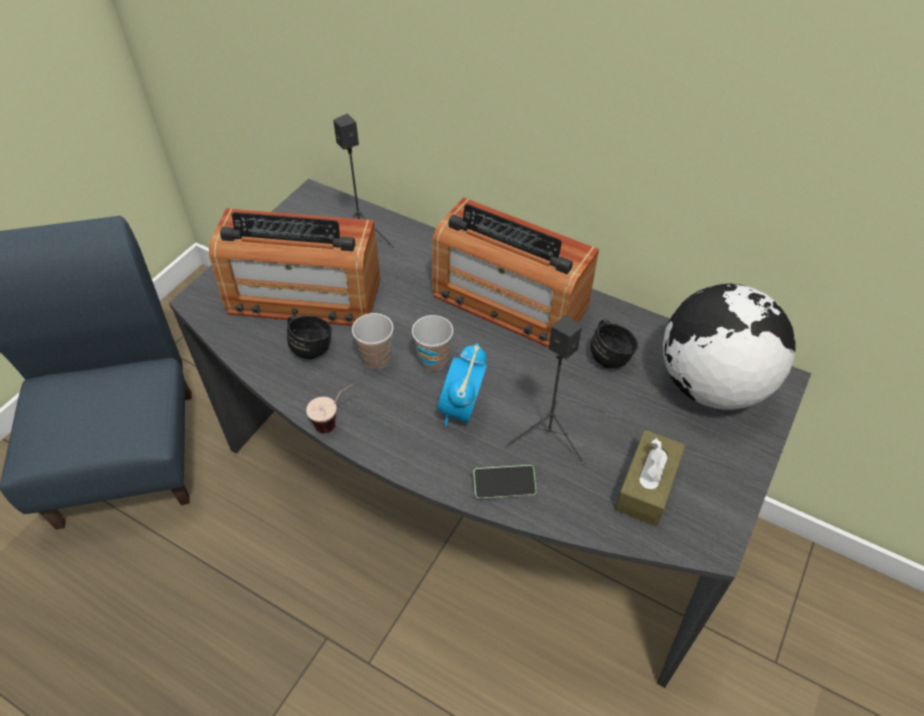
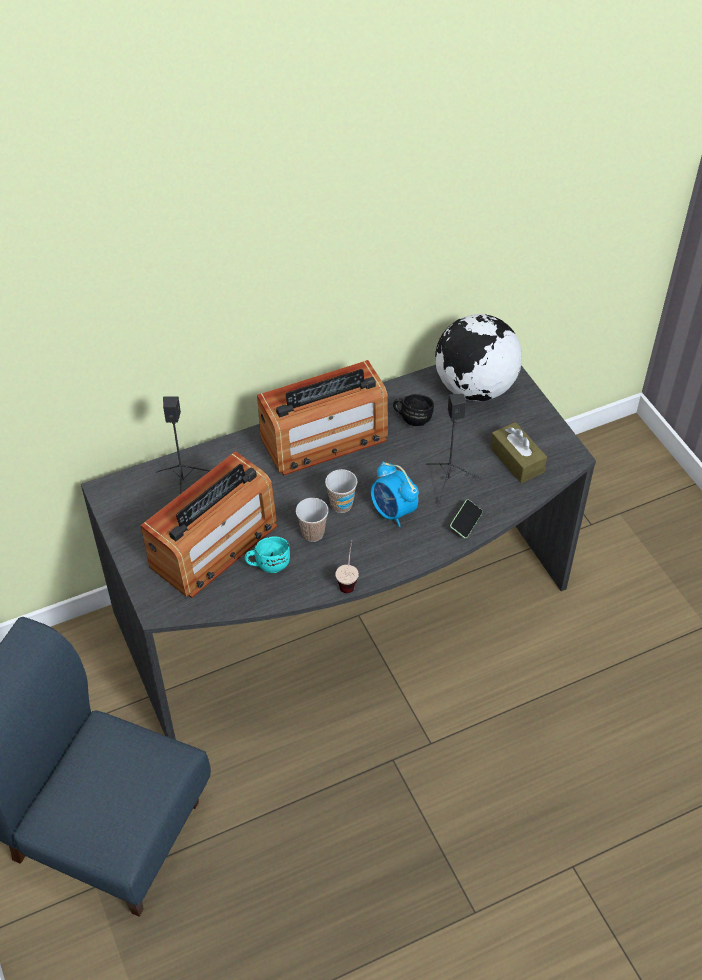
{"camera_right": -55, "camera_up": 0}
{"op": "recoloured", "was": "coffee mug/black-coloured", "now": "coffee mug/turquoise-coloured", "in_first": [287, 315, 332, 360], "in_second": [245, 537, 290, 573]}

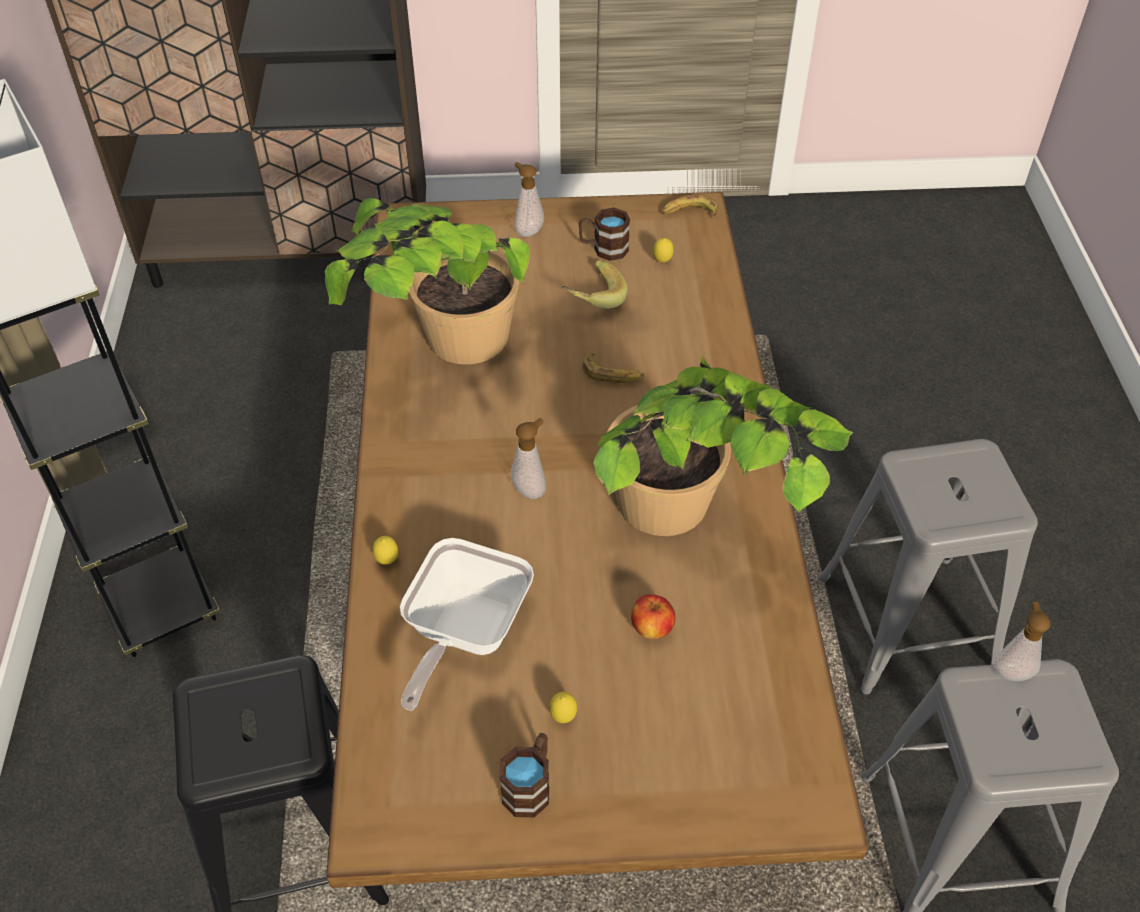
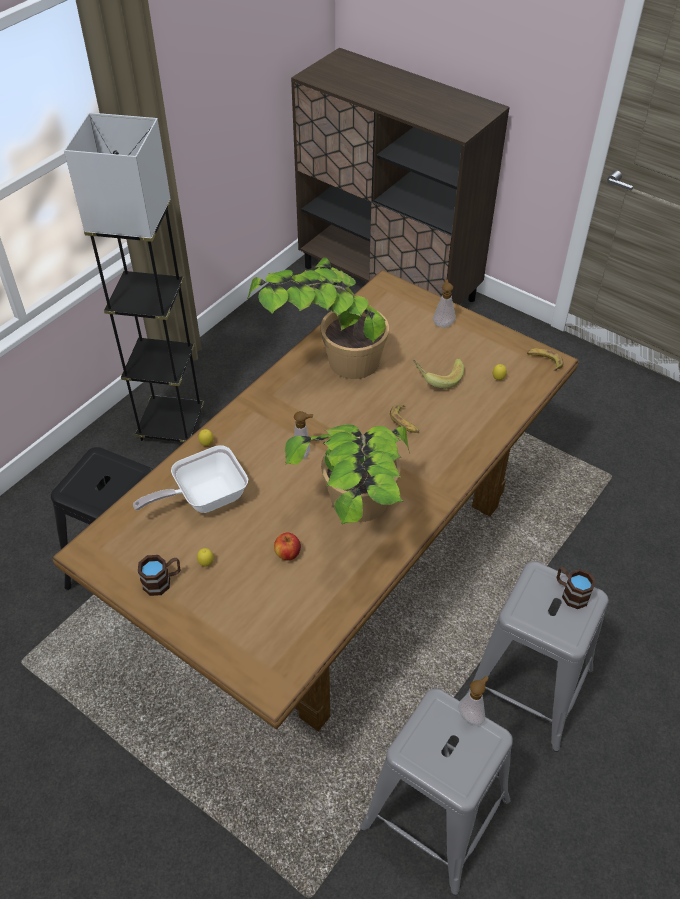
{"camera_right": 40, "camera_up": 0}
{"op": "moved", "was": "coffee mug/brown", "in_first": [579, 208, 630, 261], "in_second": [557, 567, 596, 609]}

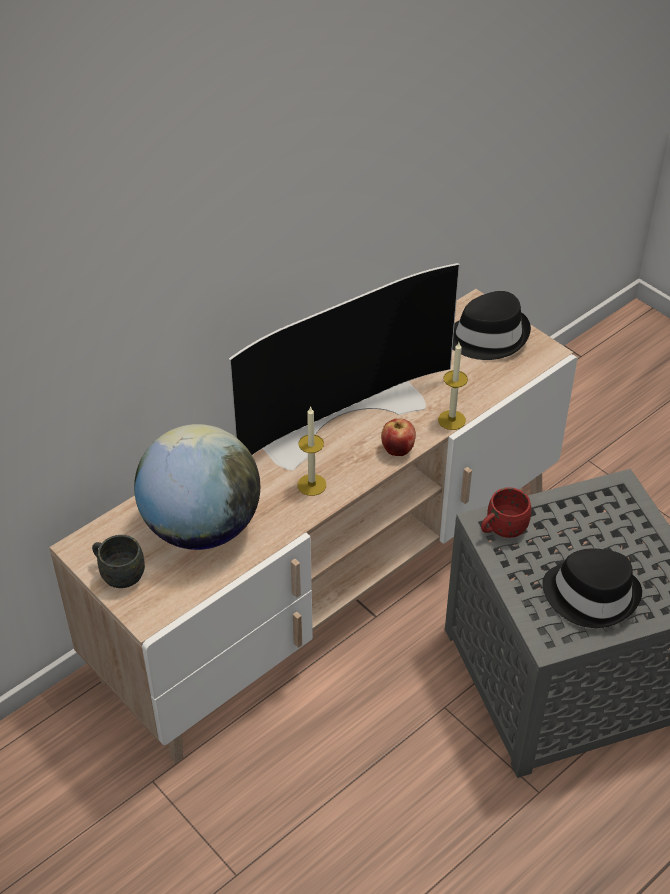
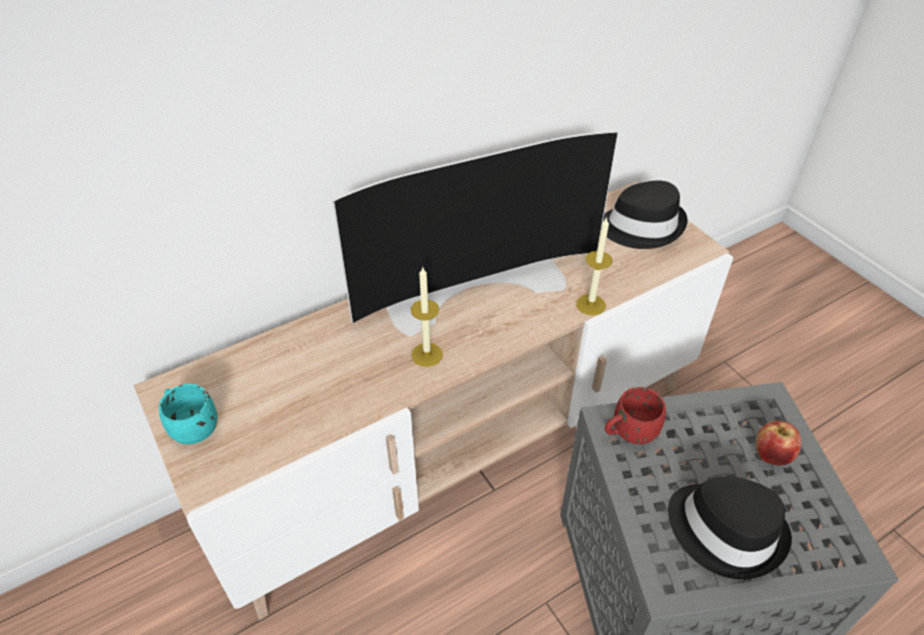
{"camera_right": 10, "camera_up": 0}
{"op": "removed", "was": "world globe", "in_first": [134, 424, 260, 550]}
{"op": "moved", "was": "whole apple", "in_first": [381, 419, 416, 456], "in_second": [756, 421, 801, 466]}
{"op": "recoloured", "was": "coffee mug/gray", "now": "coffee mug/turquoise-coloured", "in_first": [92, 535, 145, 588], "in_second": [159, 384, 218, 444]}

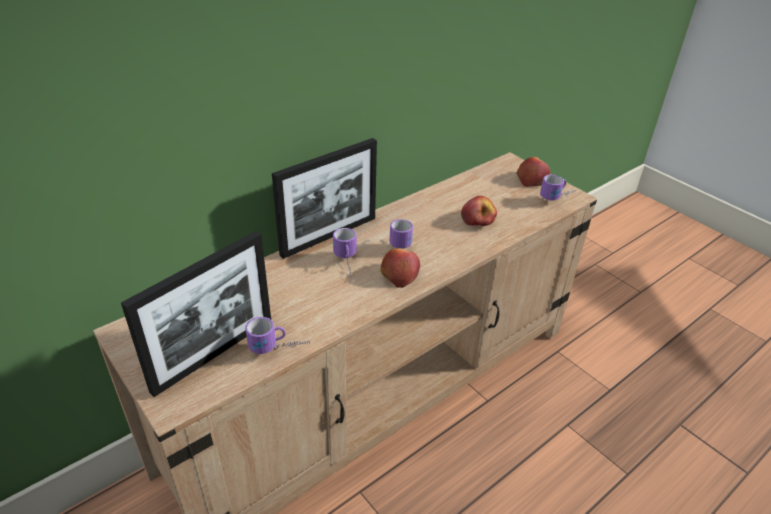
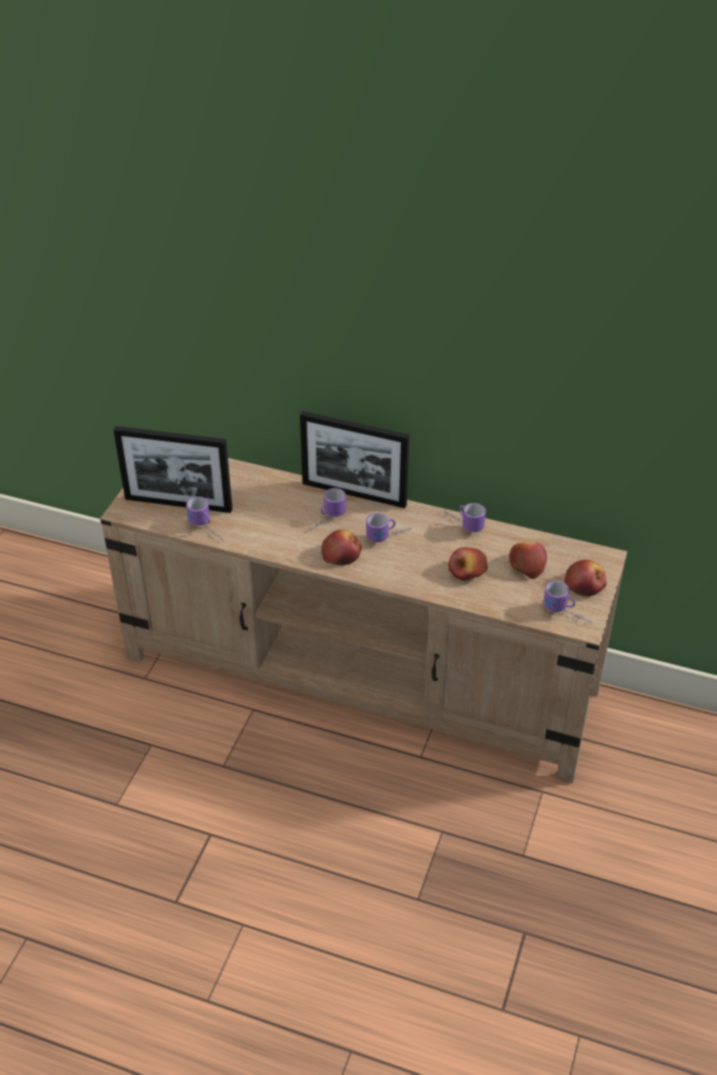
{"camera_right": 60, "camera_up": 5}
{"op": "added", "now": "coffee mug", "in_second": [444, 503, 486, 532]}
{"op": "added", "now": "whole apple", "in_second": [509, 542, 547, 579]}

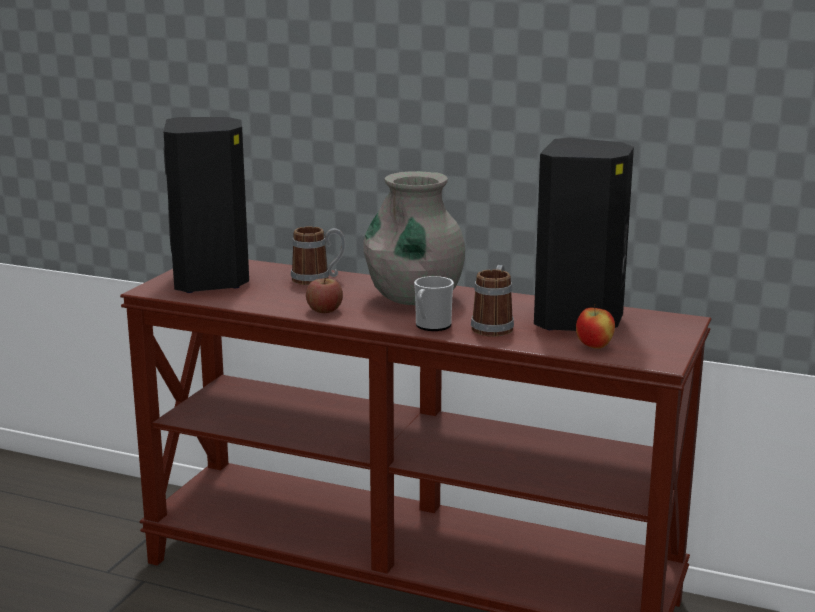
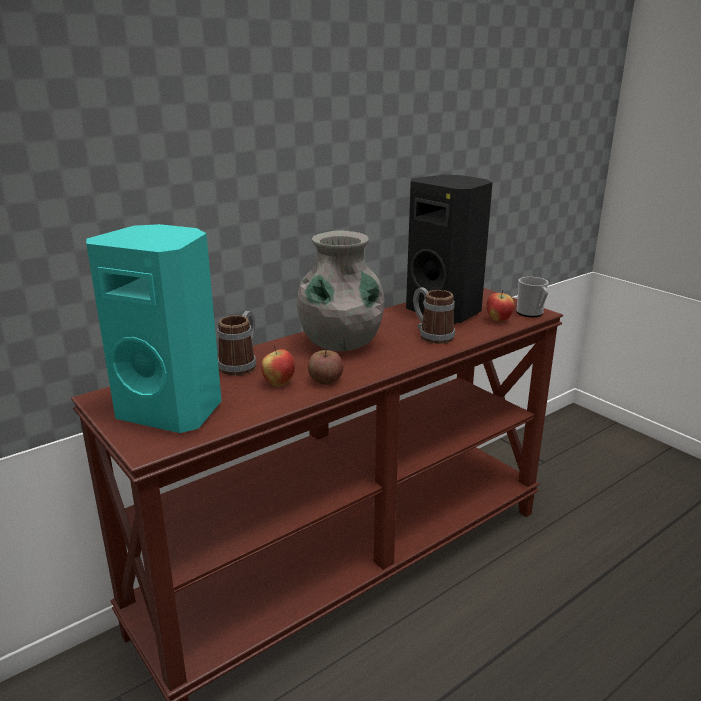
{"camera_right": -60, "camera_up": 5}
{"op": "added", "now": "whole apple", "in_second": [261, 346, 295, 386]}
{"op": "moved", "was": "coffee mug", "in_first": [414, 276, 454, 331], "in_second": [517, 277, 549, 317]}
{"op": "recoloured", "was": "speaker/black-coloured", "now": "speaker/turquoise-coloured", "in_first": [164, 117, 249, 293], "in_second": [86, 224, 222, 433]}

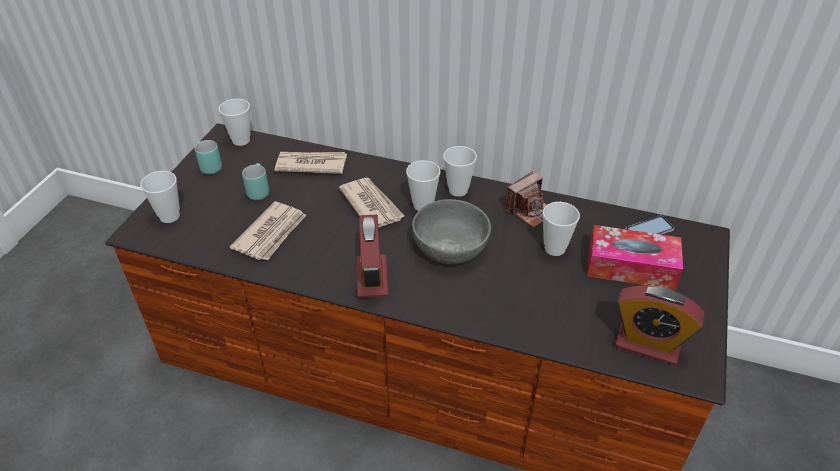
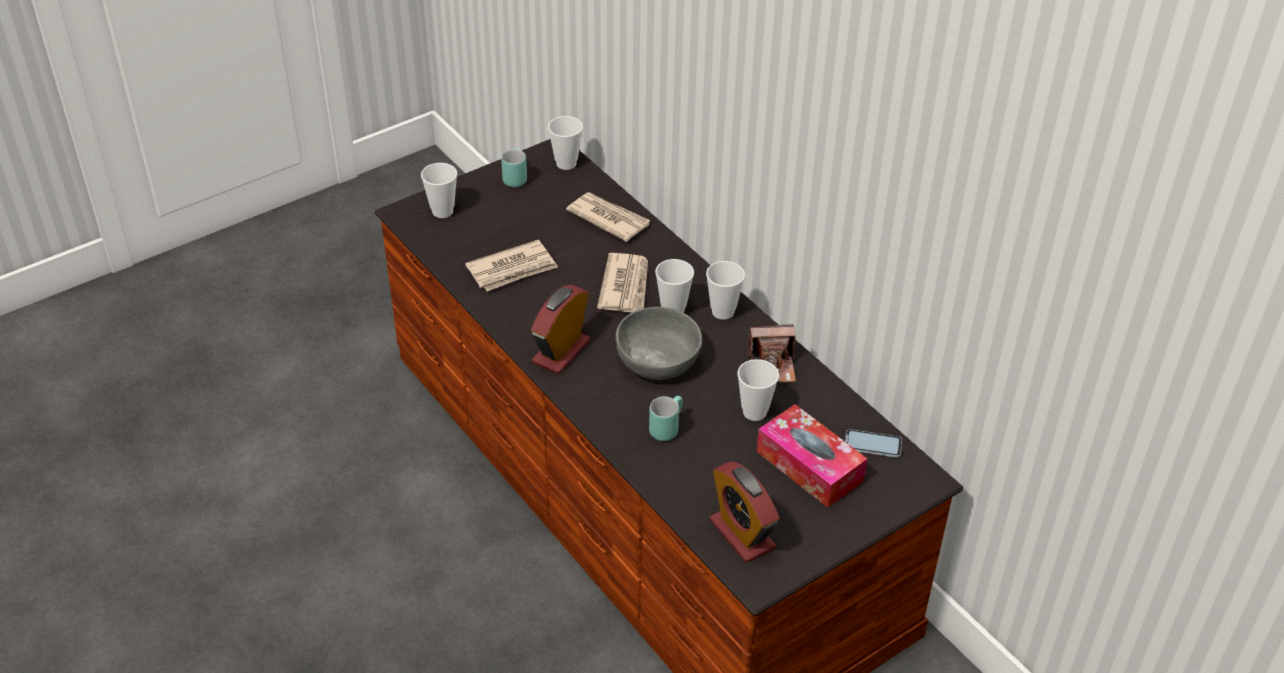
{"camera_right": 35, "camera_up": 0}
{"op": "moved", "was": "coffee mug/turquoise-coloured", "in_first": [242, 163, 269, 201], "in_second": [649, 396, 683, 441]}

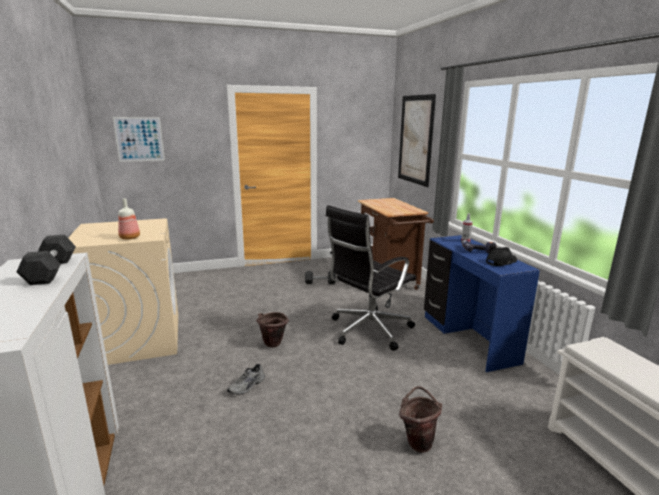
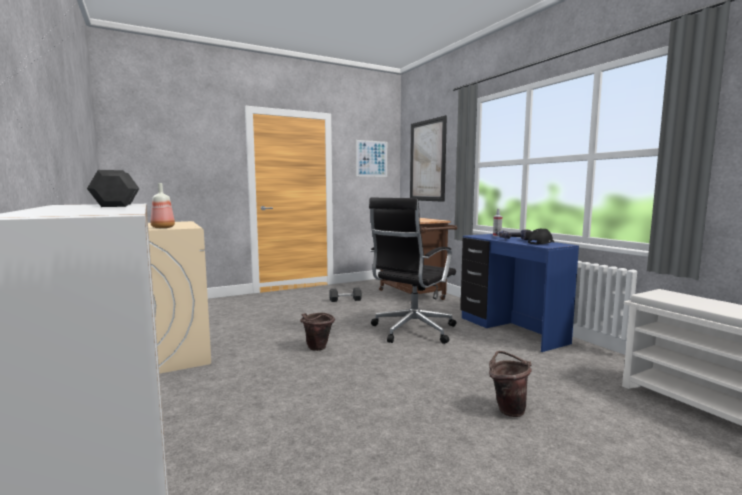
{"camera_right": -10, "camera_up": -10}
{"op": "removed", "was": "low shoe/gray", "in_first": [227, 364, 265, 394]}
{"op": "moved", "was": "wall art", "in_first": [113, 117, 165, 162], "in_second": [356, 140, 387, 177]}

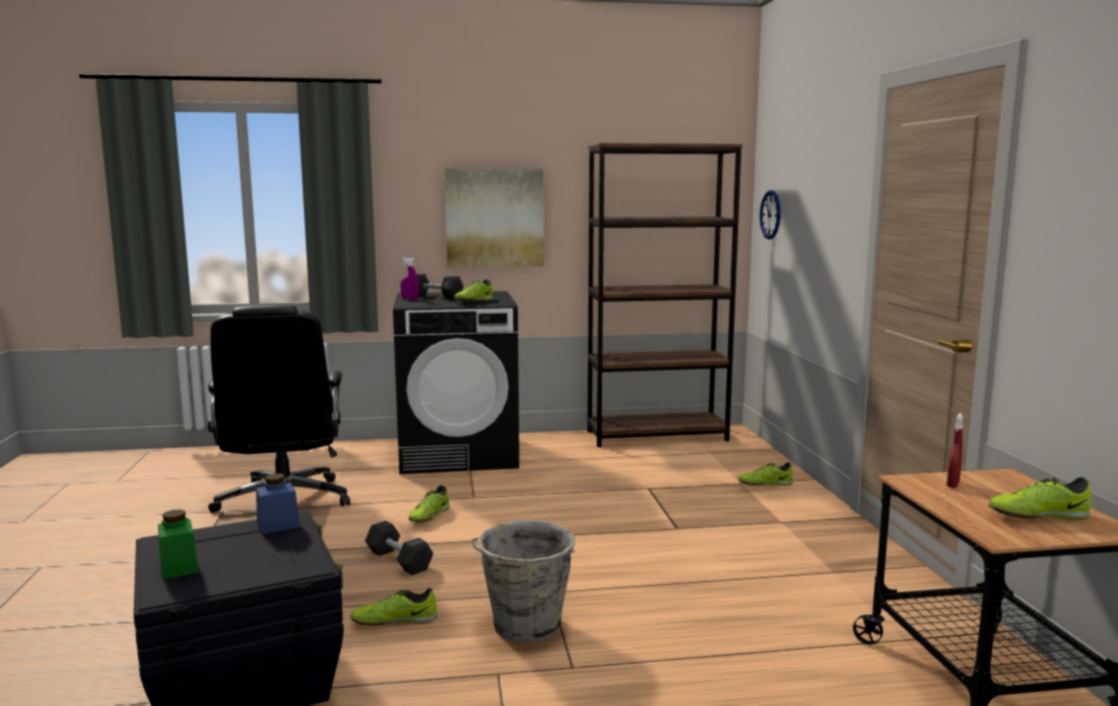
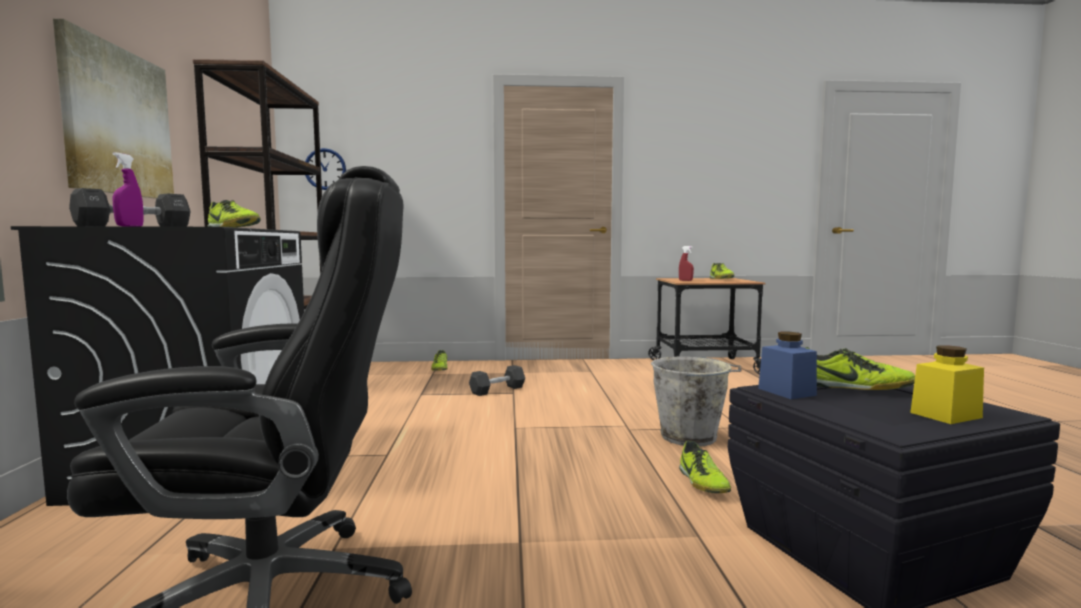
{"camera_right": -85, "camera_up": -5}
{"op": "moved", "was": "hand weight/black-coloured", "in_first": [365, 521, 434, 575], "in_second": [469, 365, 525, 396]}
{"op": "moved", "was": "low shoe", "in_first": [409, 485, 449, 522], "in_second": [805, 347, 915, 390]}
{"op": "recoloured", "was": "storage jar/greenish", "now": "storage jar/yellow", "in_first": [158, 509, 199, 580], "in_second": [910, 345, 984, 424]}

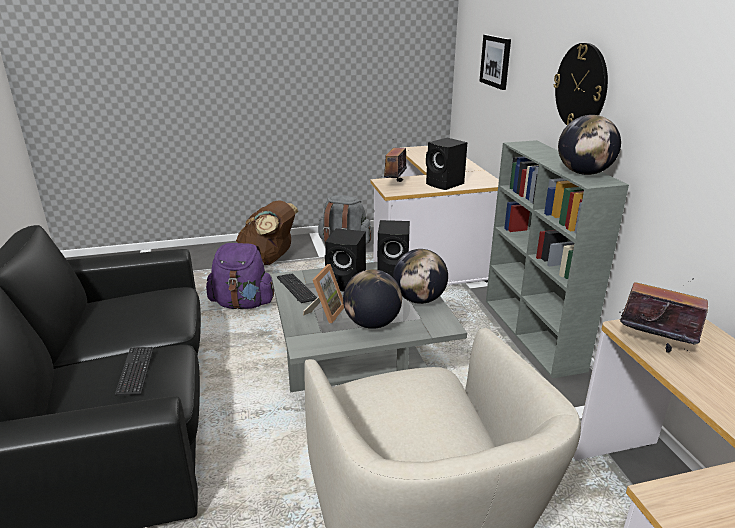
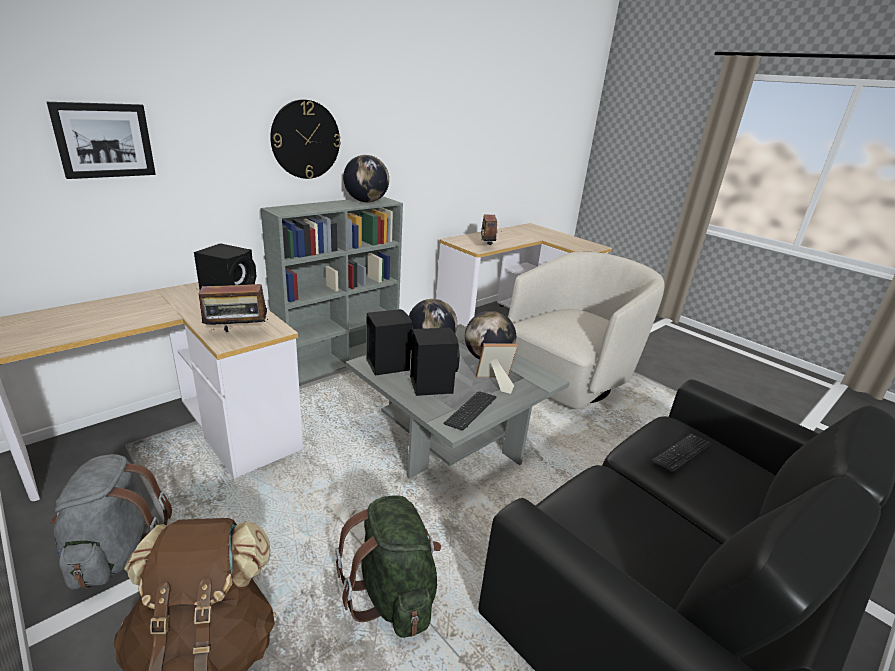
{"camera_right": -120, "camera_up": 0}
{"op": "recoloured", "was": "knapsack/purplish", "now": "knapsack/greenish", "in_first": [206, 243, 274, 309], "in_second": [335, 496, 441, 638]}

